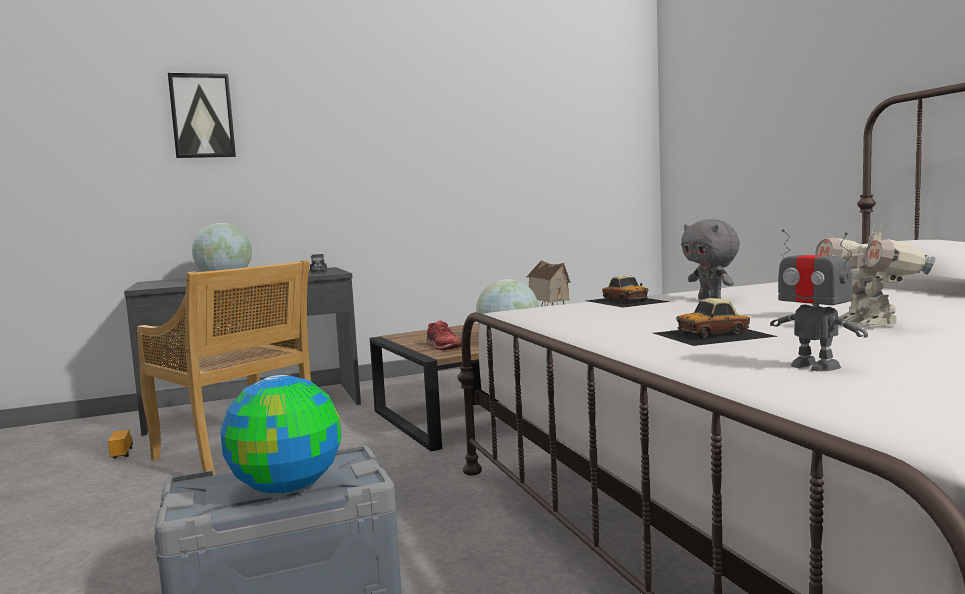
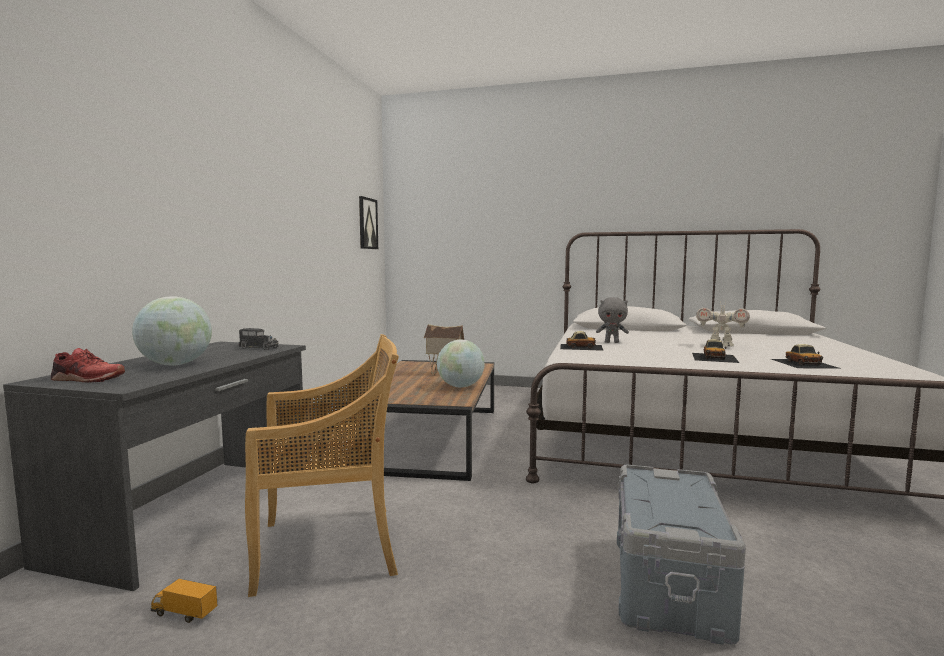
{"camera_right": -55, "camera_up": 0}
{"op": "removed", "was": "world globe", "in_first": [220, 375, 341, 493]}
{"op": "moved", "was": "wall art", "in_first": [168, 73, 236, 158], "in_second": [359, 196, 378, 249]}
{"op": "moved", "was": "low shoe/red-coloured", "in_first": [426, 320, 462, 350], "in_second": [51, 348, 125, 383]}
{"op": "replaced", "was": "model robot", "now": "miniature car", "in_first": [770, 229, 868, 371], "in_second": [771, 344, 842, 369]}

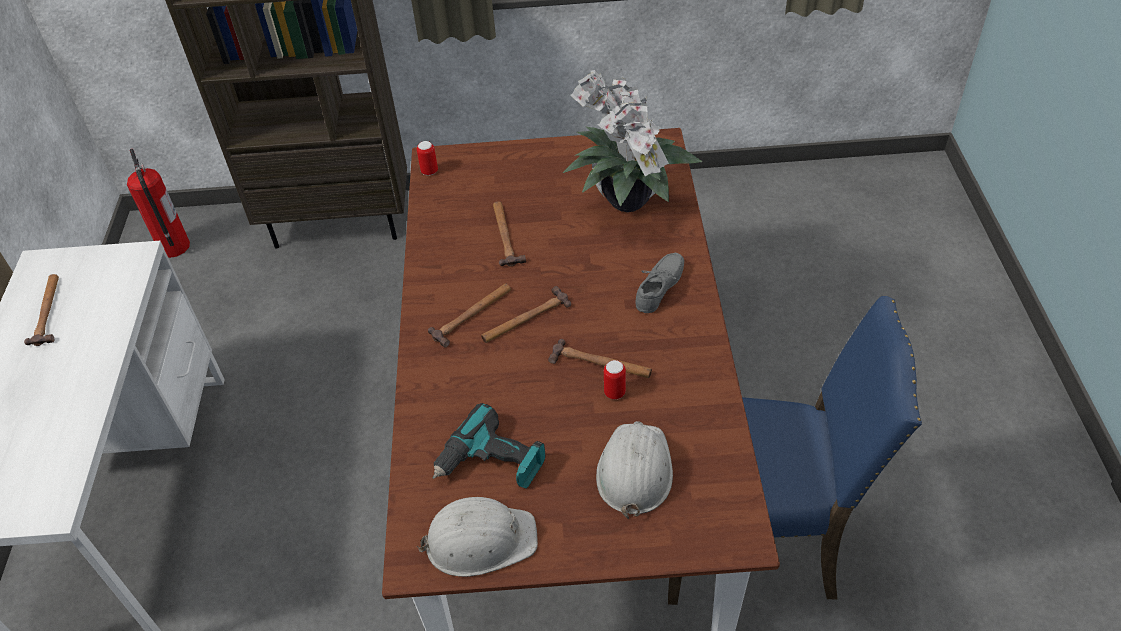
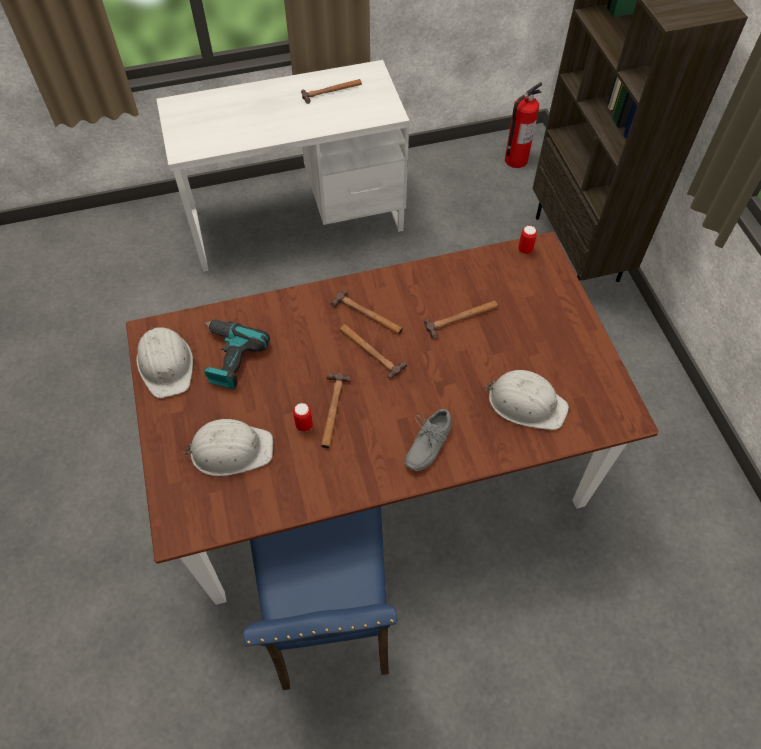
{"camera_right": 75, "camera_up": 10}
{"op": "replaced", "was": "houseplant", "now": "hard hat/white", "in_first": [563, 70, 702, 212], "in_second": [485, 370, 569, 430]}
{"op": "turned", "was": "low shoe/gray", "in_first": [635, 253, 684, 313], "in_second": [404, 409, 452, 471], "clockwise": 105}

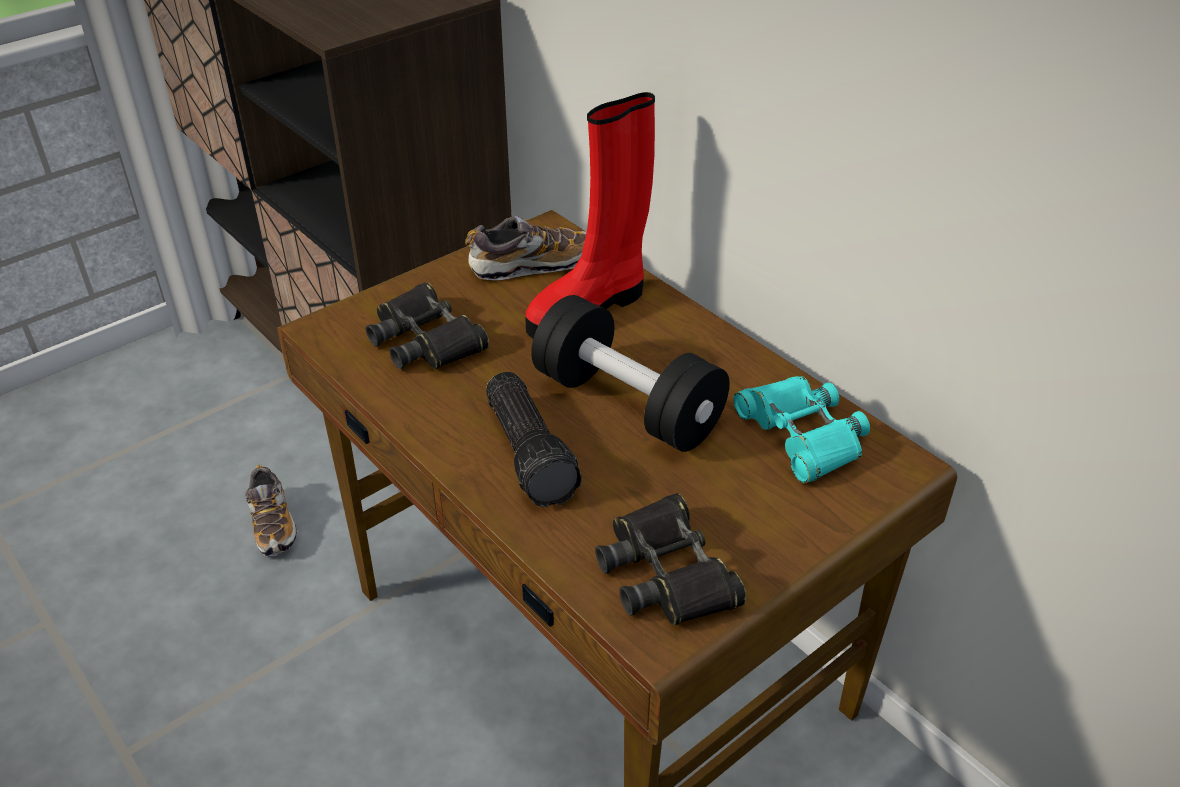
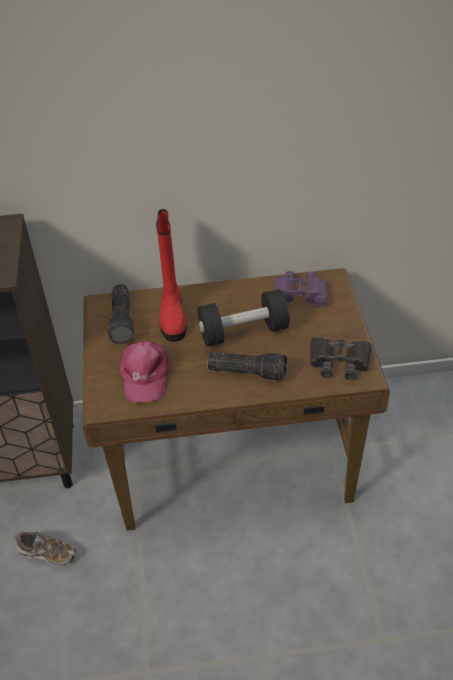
{"camera_right": -55, "camera_up": 5}
{"op": "replaced", "was": "pair of binoculars/black-coloured", "now": "cap/pinkish", "in_first": [366, 282, 489, 369], "in_second": [119, 341, 171, 403]}
{"op": "replaced", "was": "low shoe", "now": "flashlight", "in_first": [465, 216, 586, 280], "in_second": [108, 284, 134, 344]}
{"op": "recoloured", "was": "pair of binoculars/turquoise-coloured", "now": "pair of binoculars/purplish", "in_first": [733, 376, 870, 484], "in_second": [273, 271, 328, 307]}

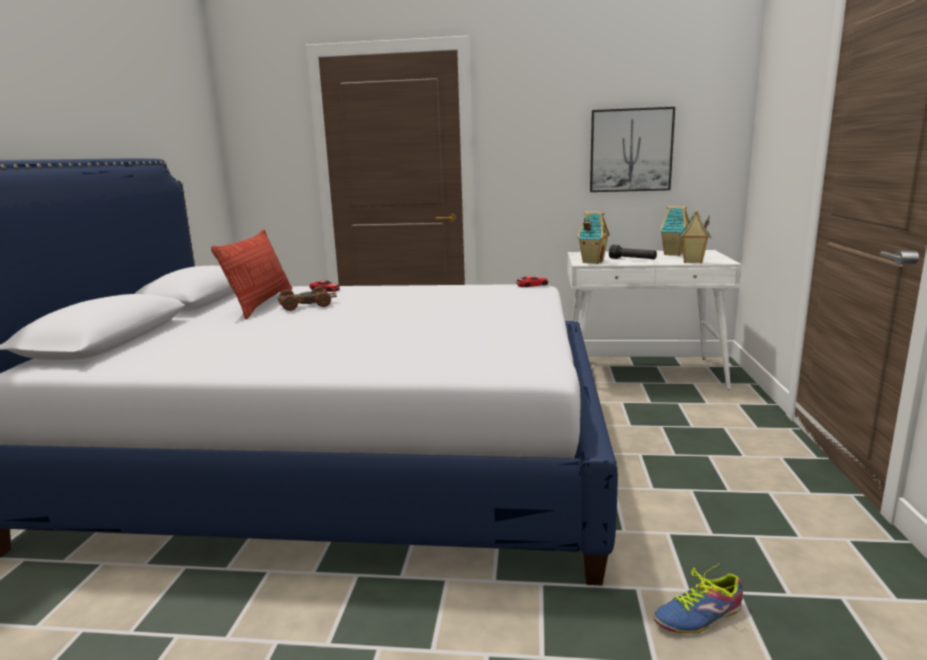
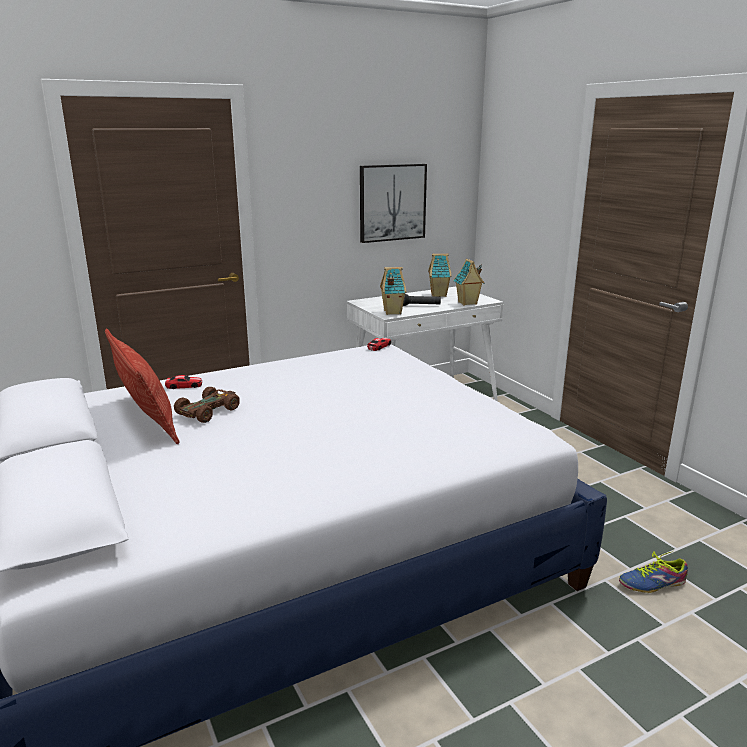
{"camera_right": -35, "camera_up": 5}
{"op": "turned", "was": "low shoe", "in_first": [654, 563, 743, 633], "in_second": [619, 551, 688, 593], "clockwise": 45}

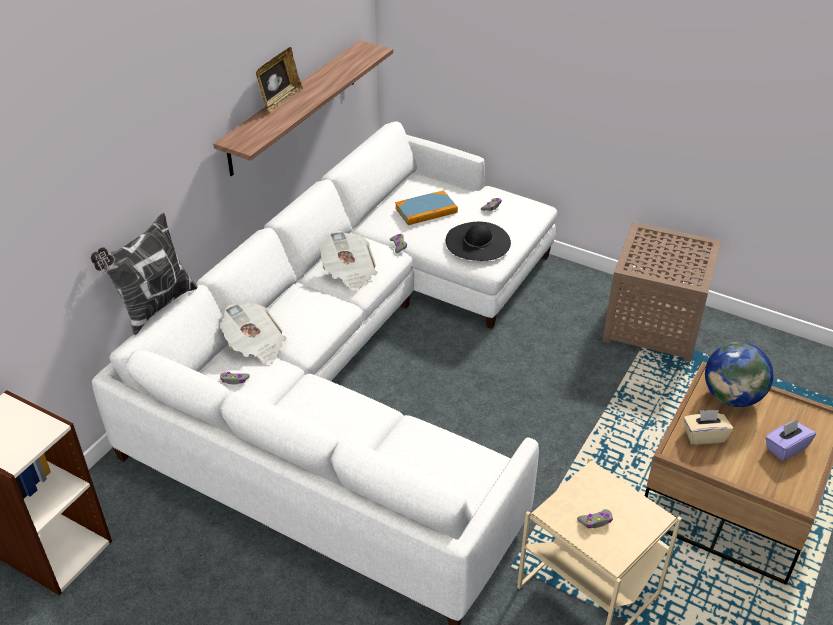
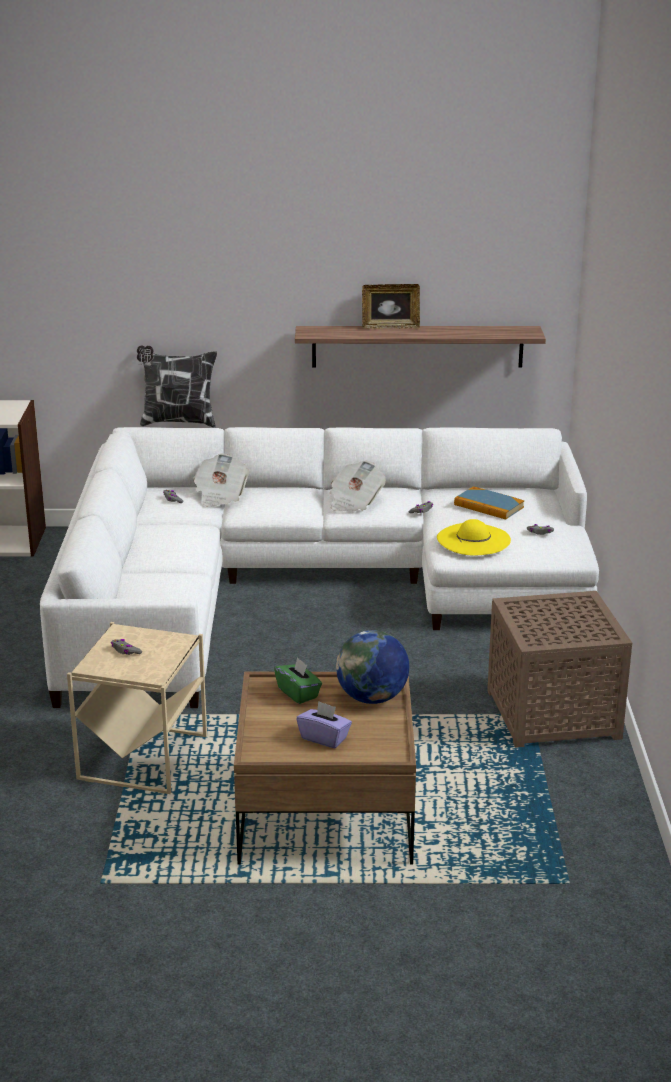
{"camera_right": 60, "camera_up": -15}
{"op": "recoloured", "was": "clothing hat/black-coloured", "now": "clothing hat/yellow", "in_first": [446, 222, 511, 261], "in_second": [437, 519, 511, 555]}
{"op": "recoloured", "was": "tissue holder/beige-coloured", "now": "tissue holder/greenish", "in_first": [683, 410, 733, 445], "in_second": [274, 657, 322, 704]}

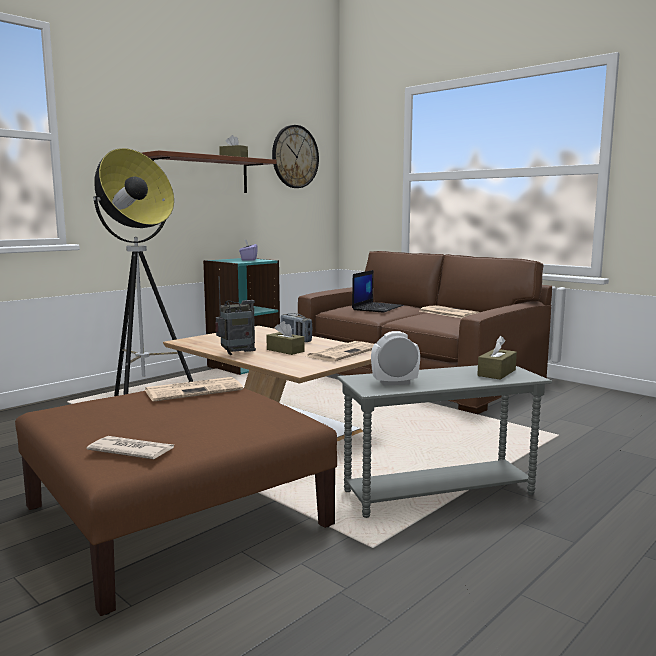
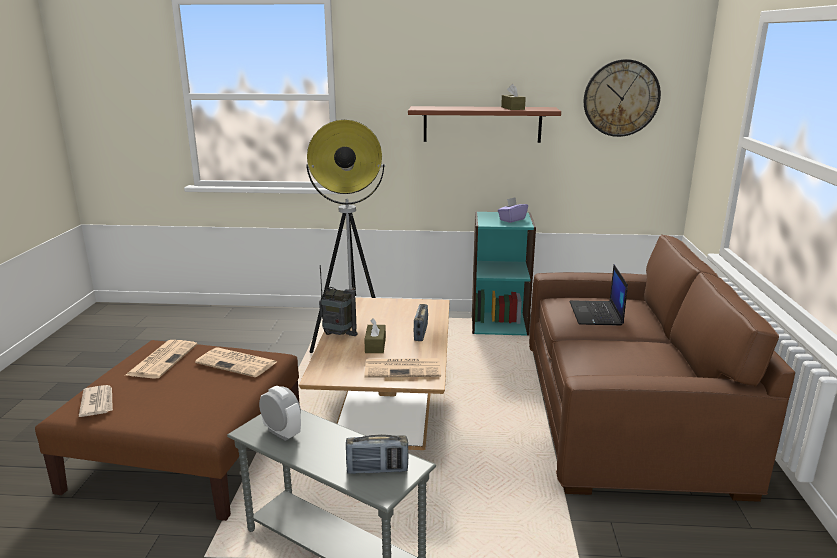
{"camera_right": 50, "camera_up": 10}
{"op": "moved", "was": "newspaper", "in_first": [420, 305, 480, 318], "in_second": [126, 340, 197, 378]}
{"op": "replaced", "was": "tissue holder/brown", "now": "radio set", "in_first": [477, 336, 517, 380], "in_second": [346, 434, 408, 474]}
{"op": "turned", "was": "portable computer", "in_first": [352, 270, 403, 313], "in_second": [569, 265, 628, 326], "clockwise": 105}

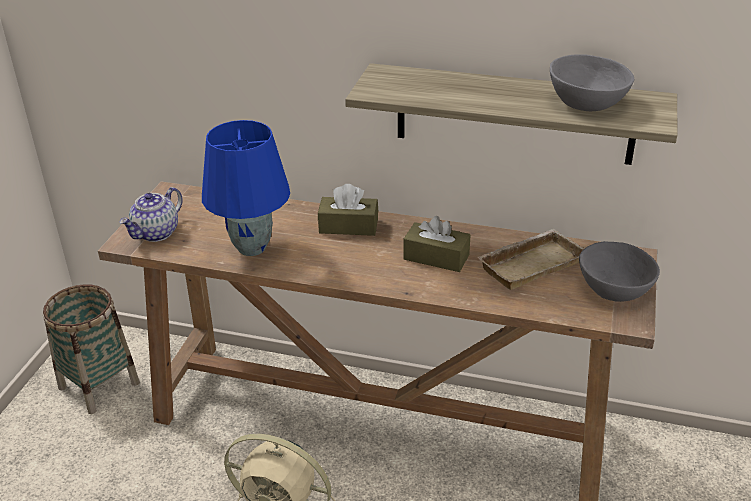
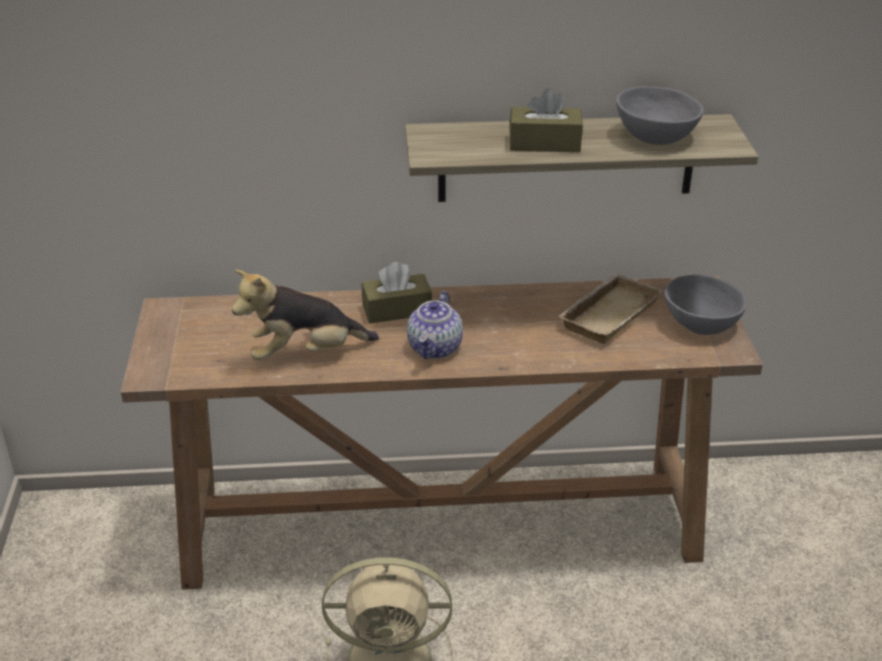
{"camera_right": -20, "camera_up": 0}
{"op": "removed", "was": "storage basket", "in_first": [43, 284, 140, 414]}
{"op": "moved", "was": "tea pot", "in_first": [119, 187, 183, 242], "in_second": [407, 291, 463, 359]}
{"op": "moved", "was": "tissue holder/brown", "in_first": [403, 216, 470, 272], "in_second": [509, 88, 583, 152]}
{"op": "replaced", "was": "table lamp/blue", "now": "plush toy", "in_first": [202, 120, 290, 256], "in_second": [232, 270, 379, 360]}

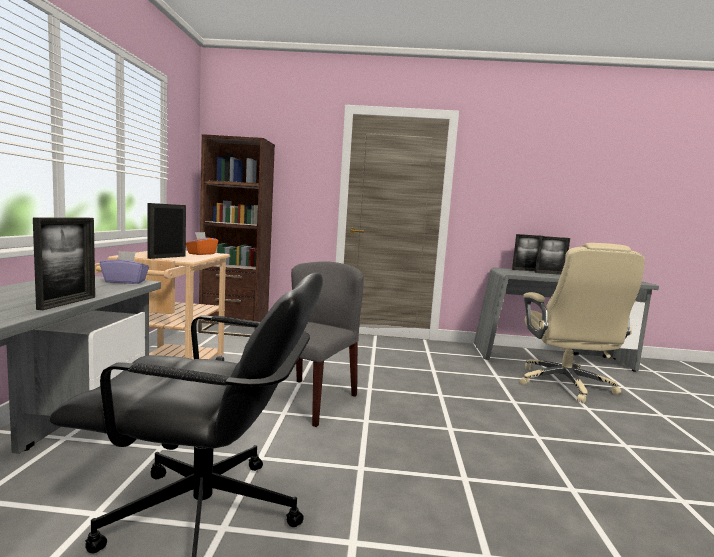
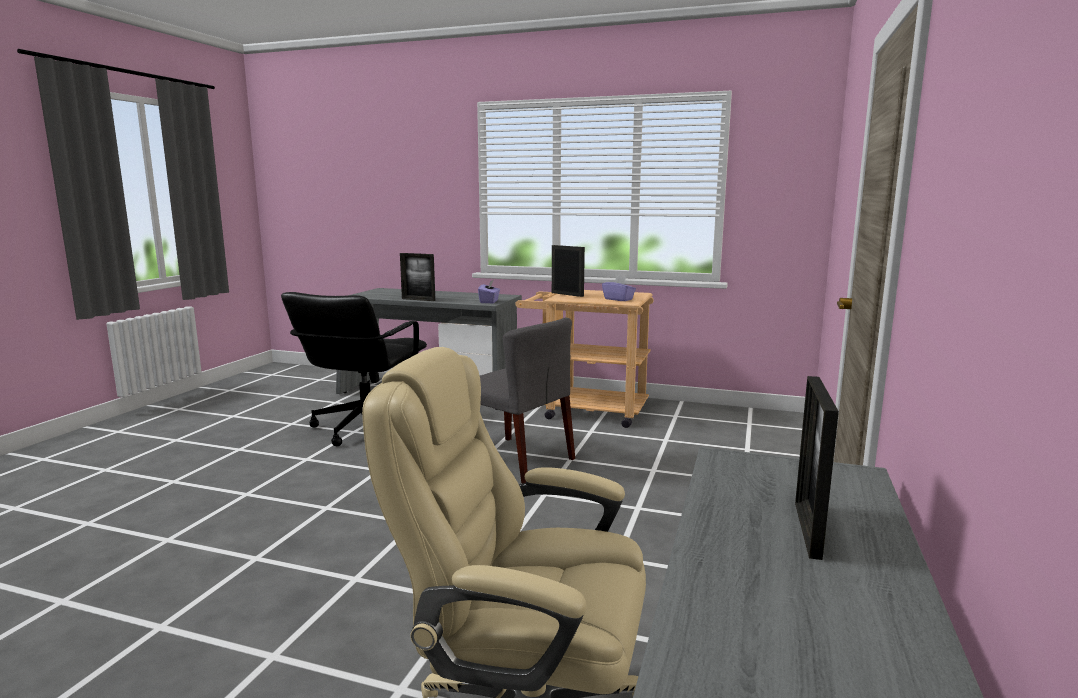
{"camera_right": 105, "camera_up": 5}
{"op": "removed", "was": "bookcase/brown", "in_first": [198, 134, 275, 337]}
{"op": "removed", "was": "standing frame", "in_first": [512, 234, 539, 271]}
{"op": "recoloured", "was": "tissue holder/orangey", "now": "tissue holder/purplish", "in_first": [186, 232, 218, 255], "in_second": [602, 276, 636, 301]}

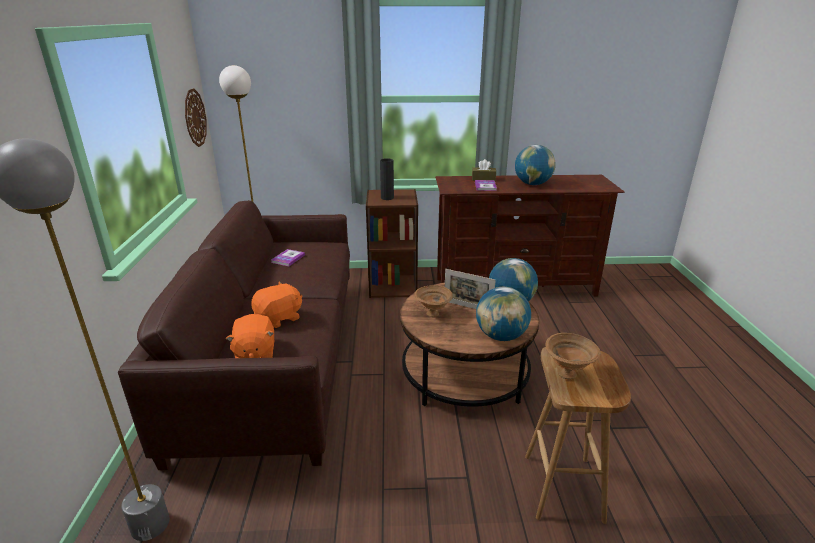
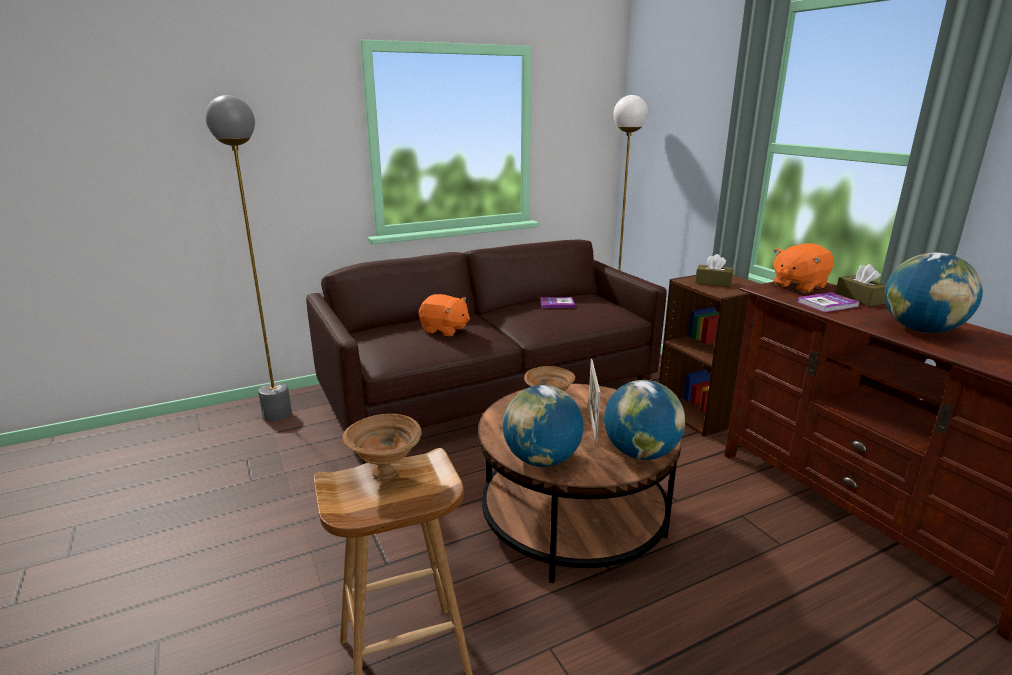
{"camera_right": 65, "camera_up": -5}
{"op": "removed", "was": "clock on the wall", "in_first": [185, 88, 207, 147]}
{"op": "moved", "was": "plush toy/orangey", "in_first": [226, 314, 274, 358], "in_second": [773, 244, 833, 293]}
{"op": "replaced", "was": "vase/black-coloured", "now": "tissue holder/brown", "in_first": [380, 158, 394, 200], "in_second": [695, 254, 734, 287]}

